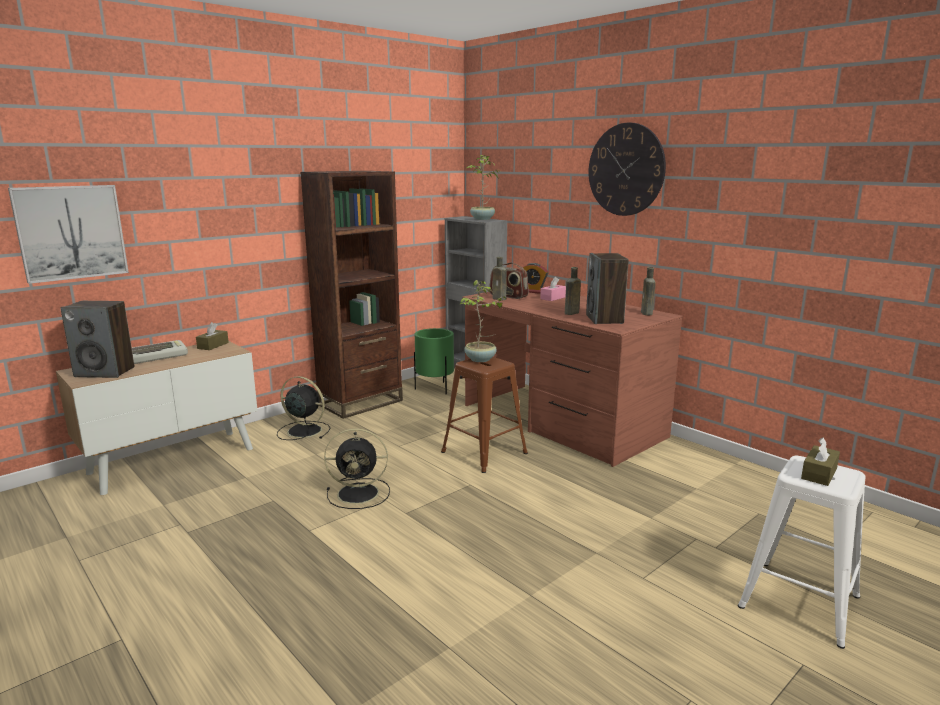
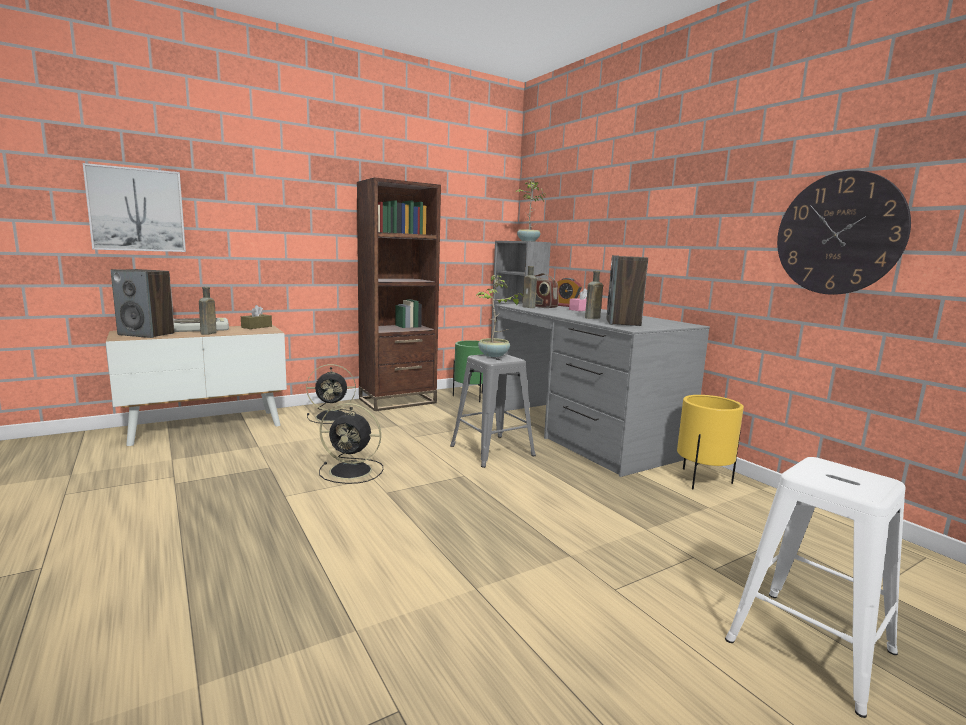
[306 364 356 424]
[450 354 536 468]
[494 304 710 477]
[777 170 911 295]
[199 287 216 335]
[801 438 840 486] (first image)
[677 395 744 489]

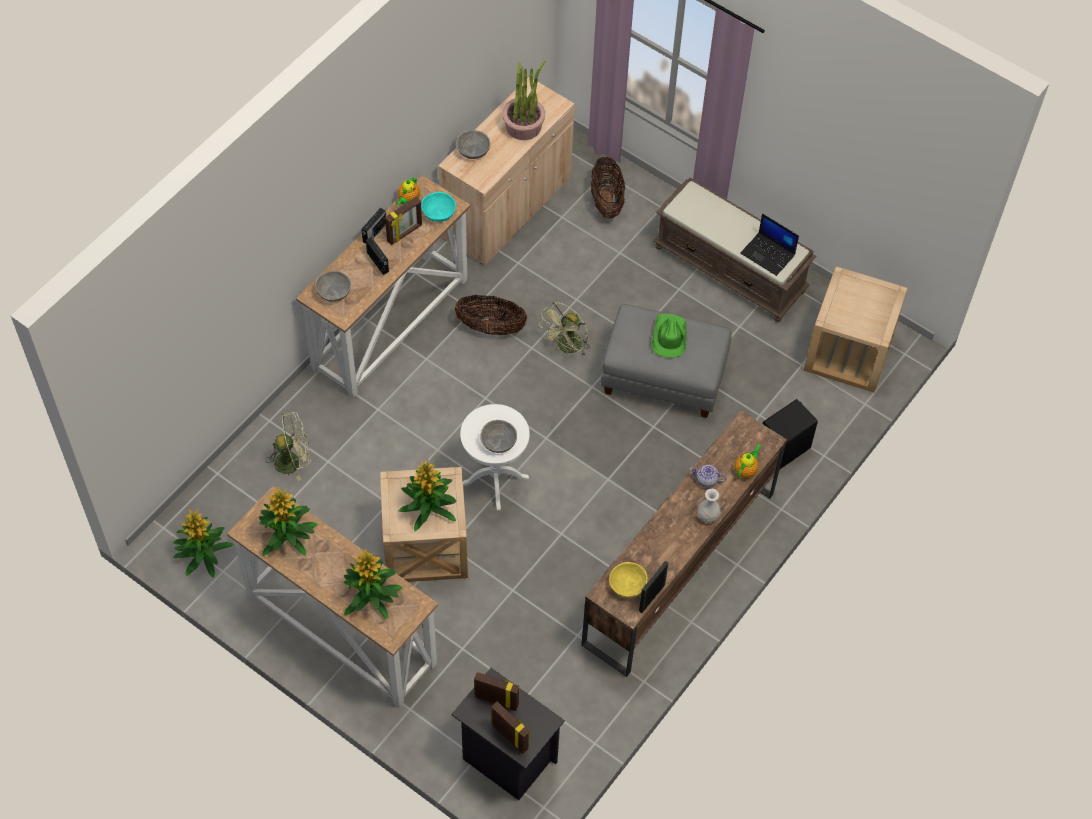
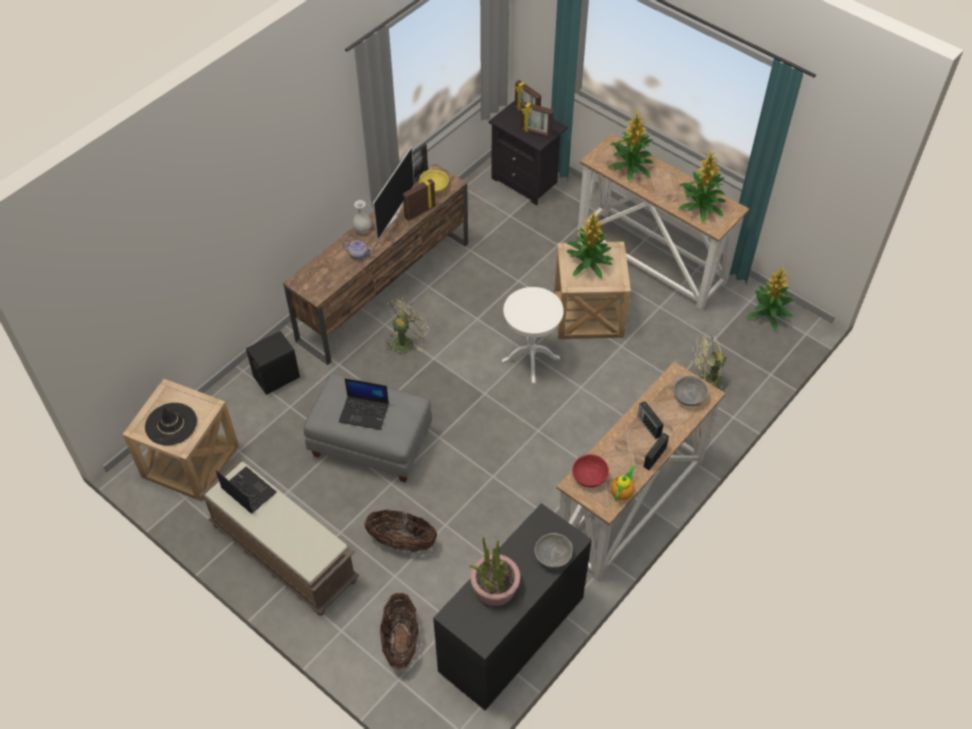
[403 179 436 221]
[572 454 609 487]
[433 503 592 711]
[364 510 437 552]
[480 420 517 453] (first image)
[385 296 427 354]
[339 378 389 430]
[735 444 761 478] (first image)
[145 403 197 446]
[373 147 414 241]

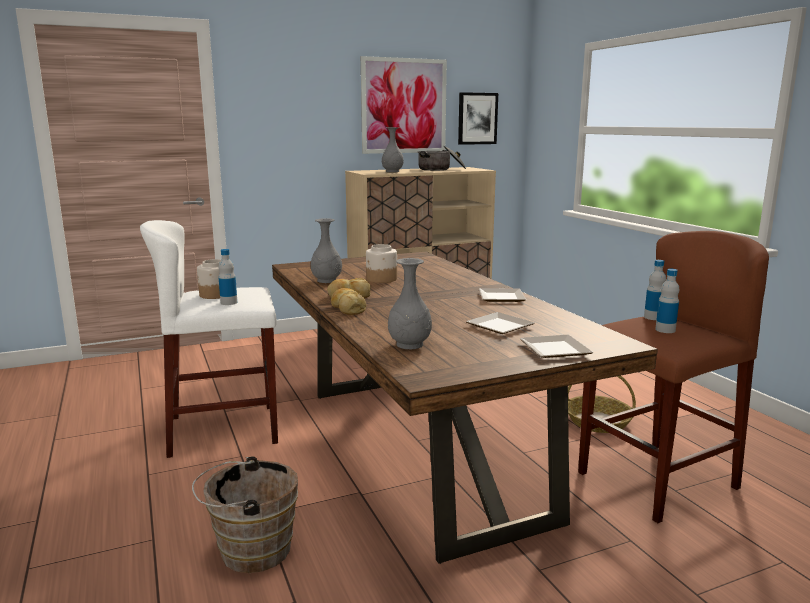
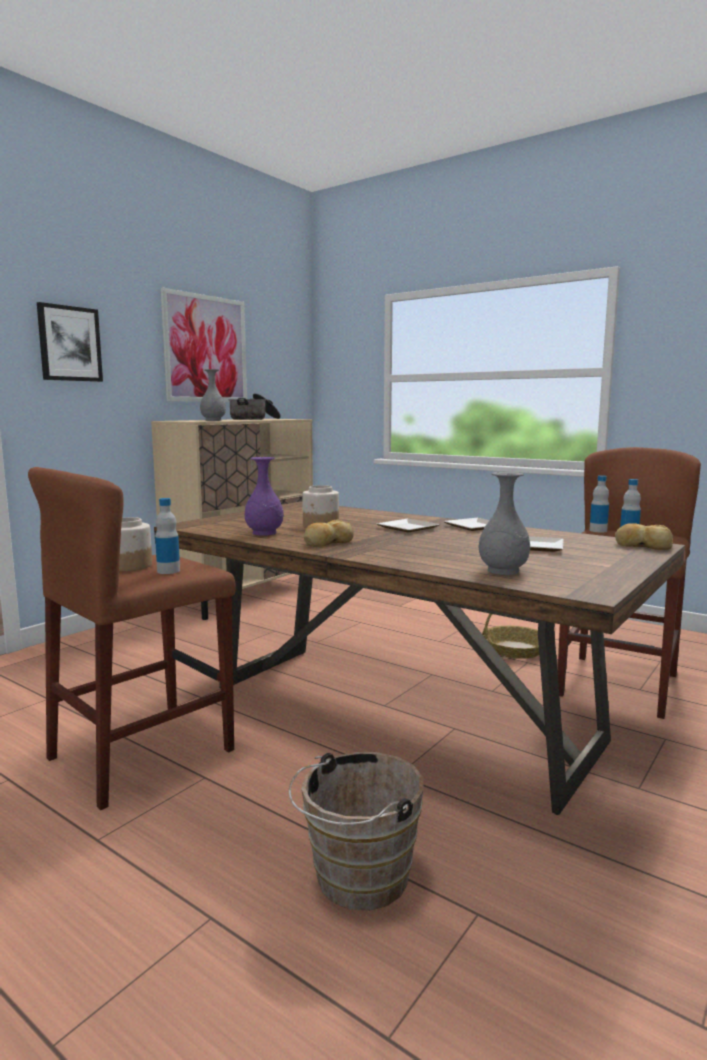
[28 467 236 810]
[245 457 284 536]
[615 523 673 550]
[37 302 103 382]
[377 519 440 533]

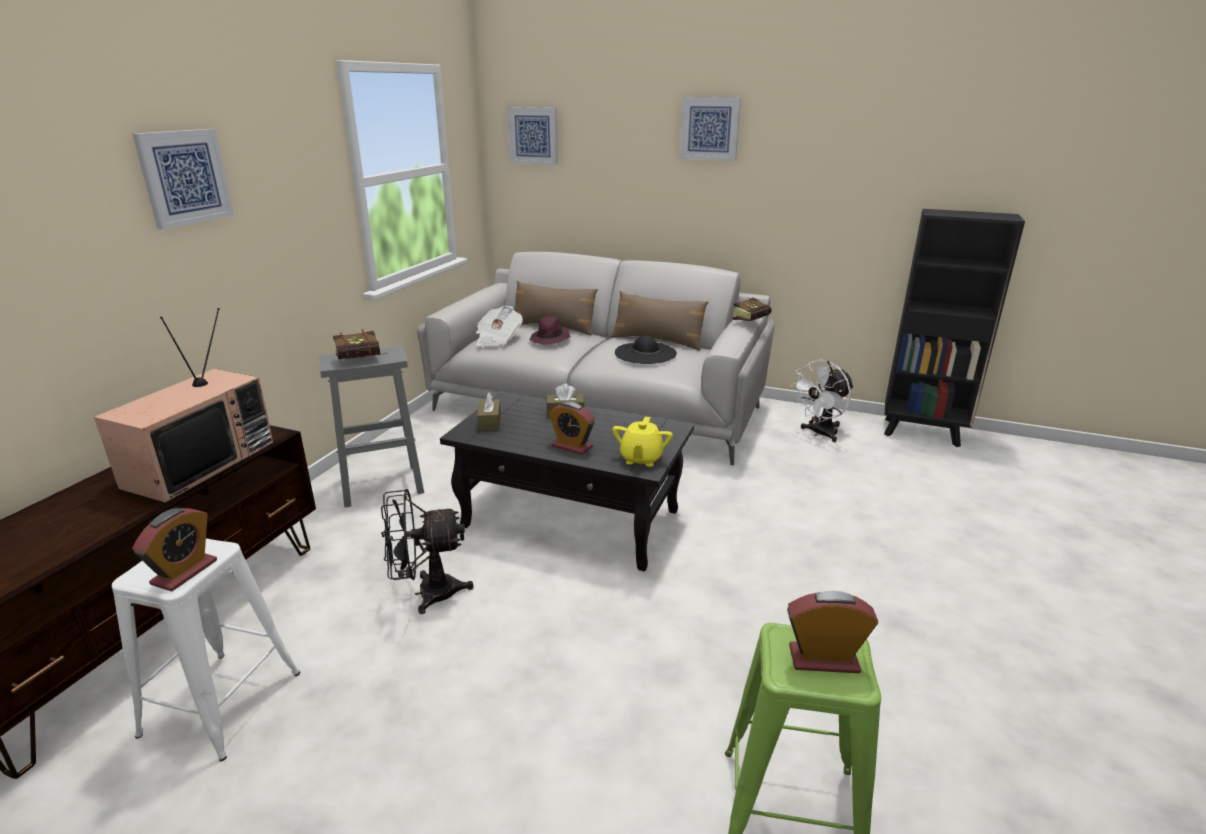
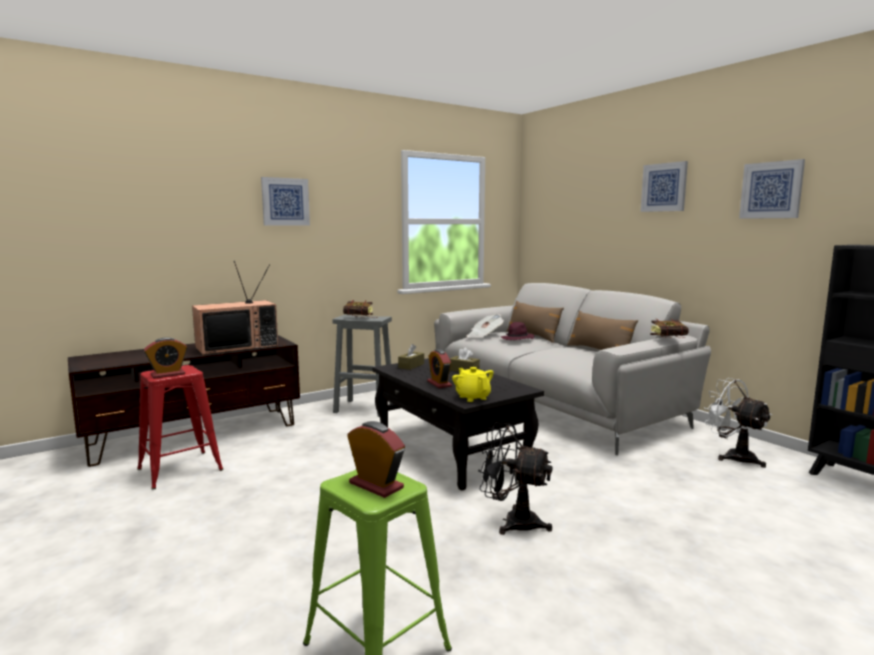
[137 365 223 490]
[478 422 552 535]
[739 159 805 219]
[452 367 493 402]
[615 335 677 364] (first image)
[704 378 772 468]

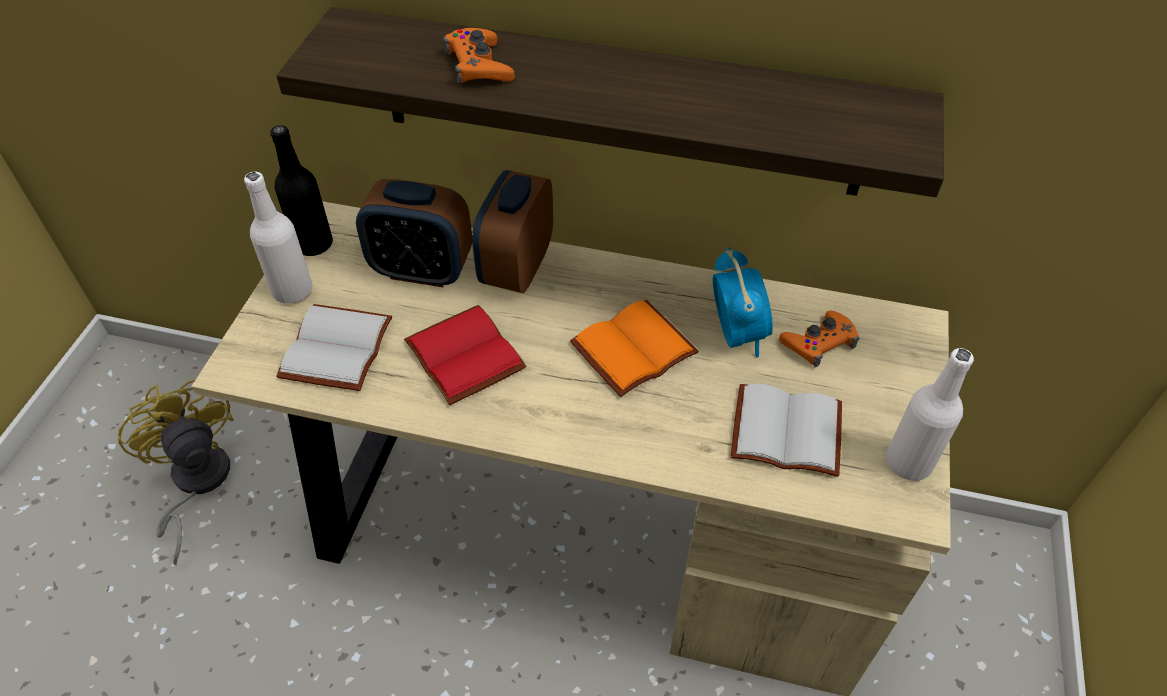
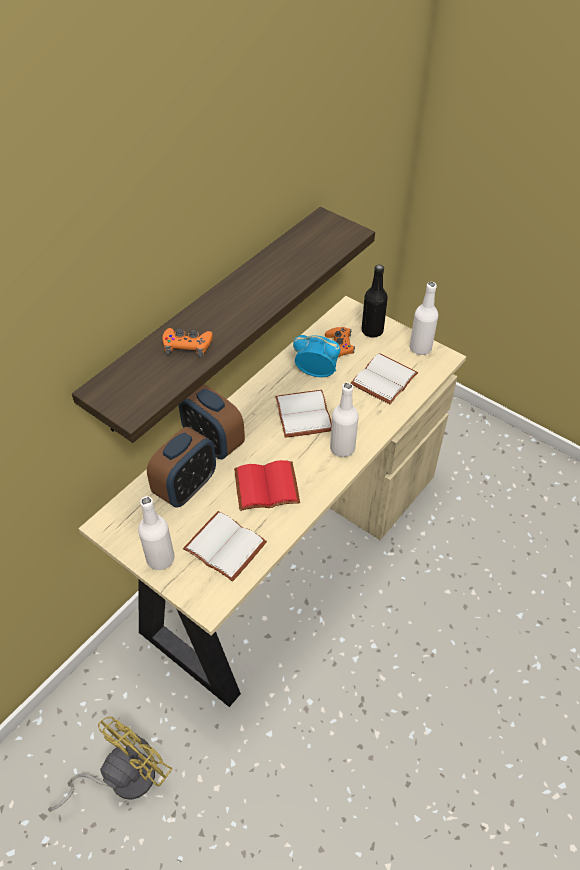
[48 717 172 812]
[362 265 388 338]
[275 390 332 438]
[330 383 359 457]

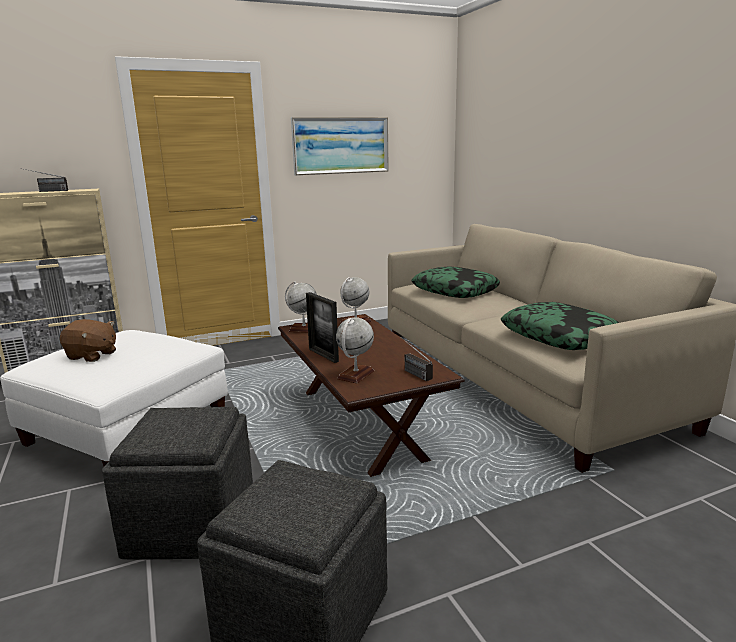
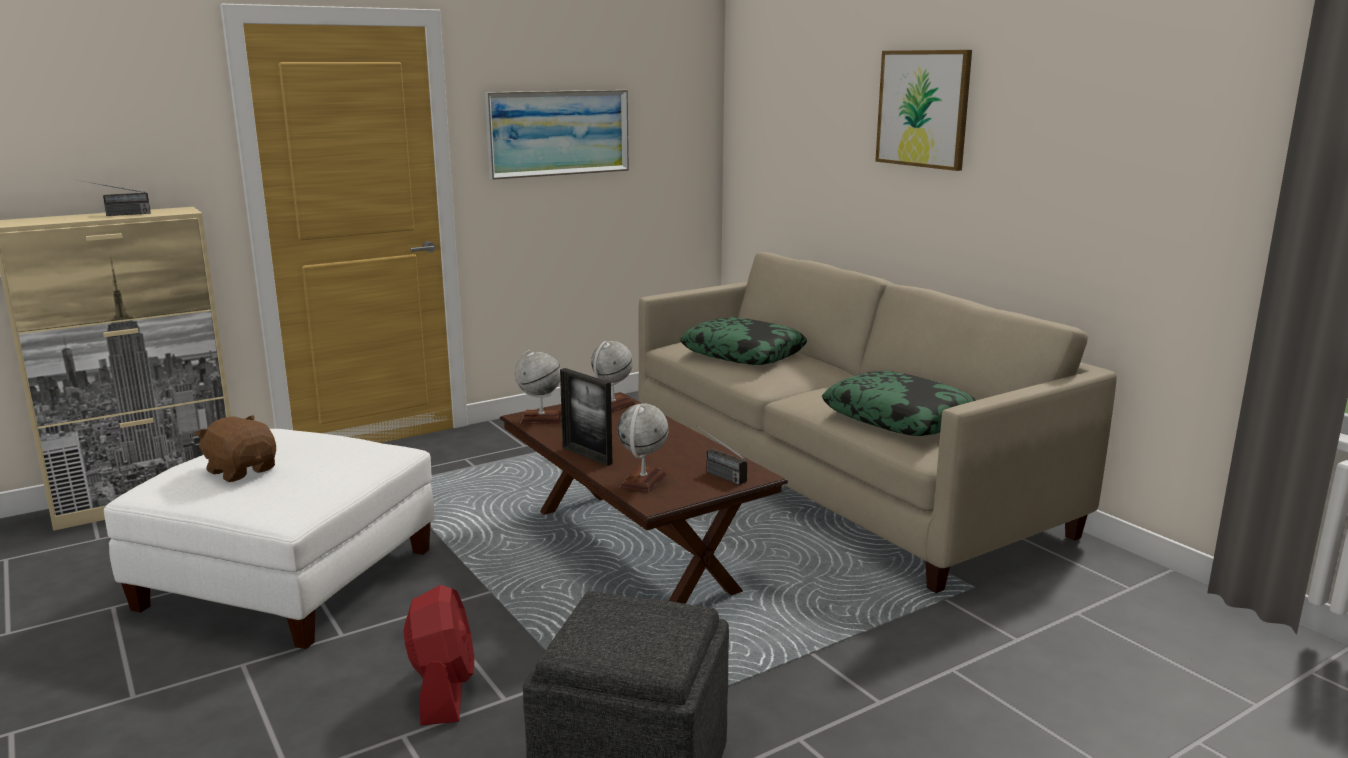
[194 415 276 482]
[404 585 474 725]
[875 50 972 171]

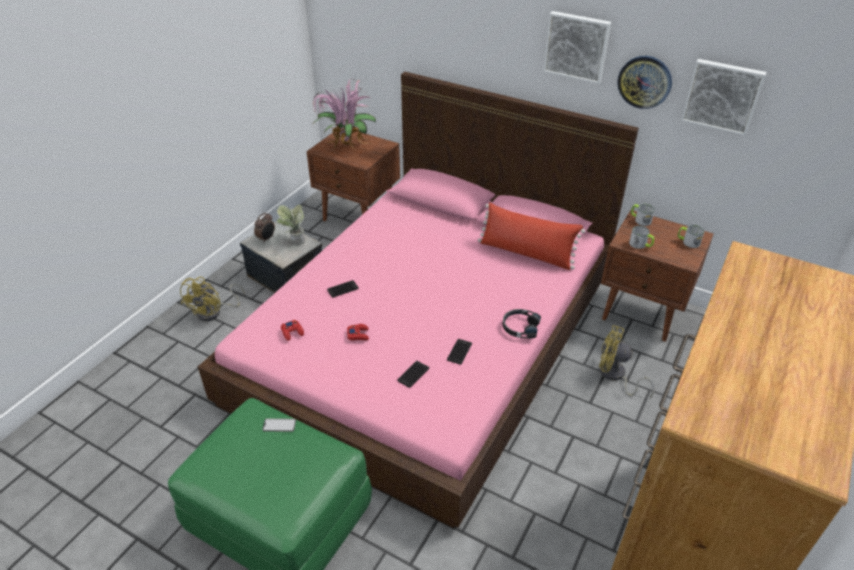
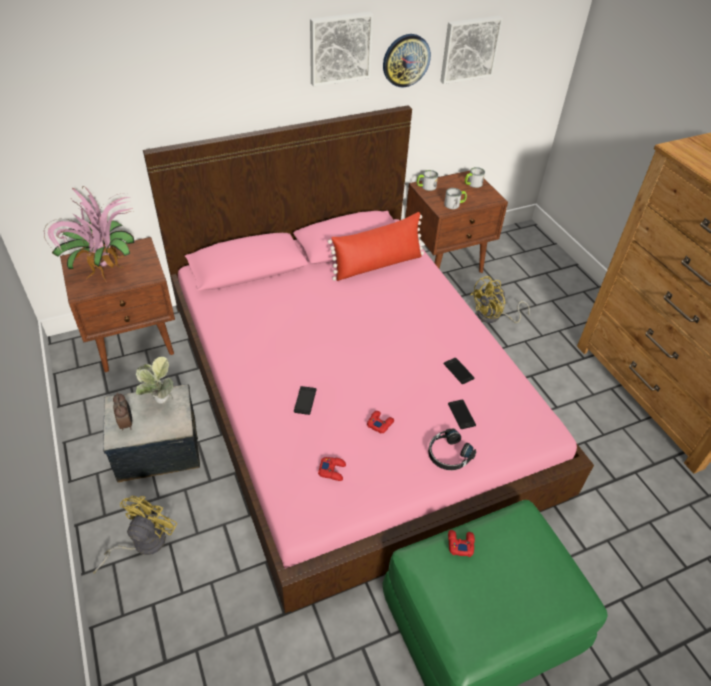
[93 496 178 574]
[448 530 475 557]
[428 429 477 470]

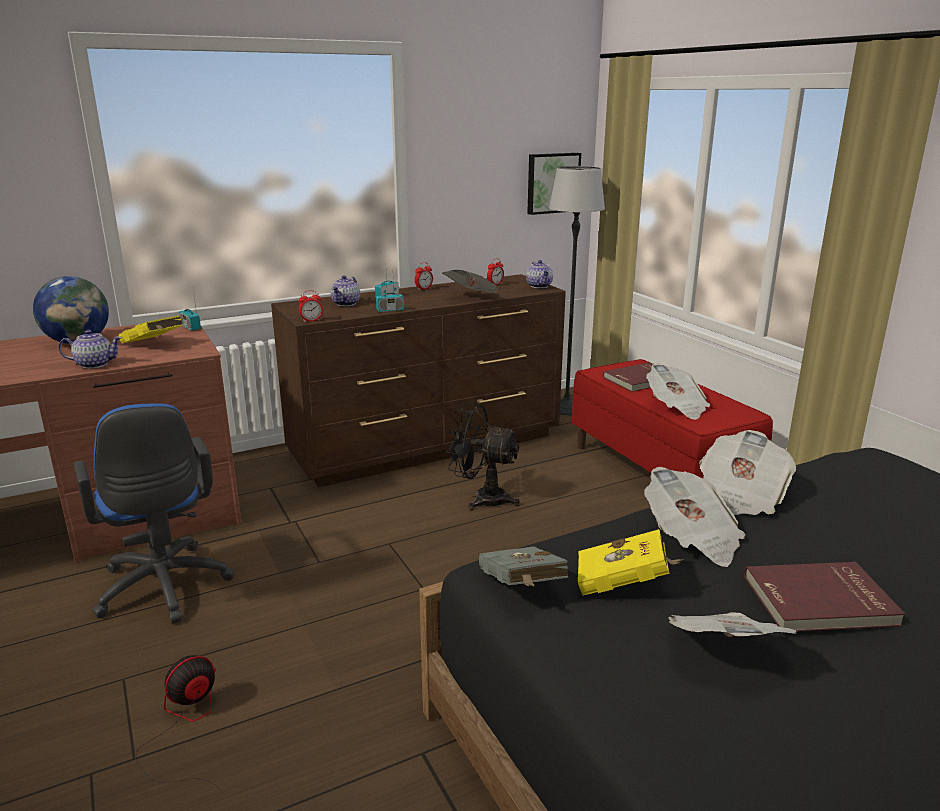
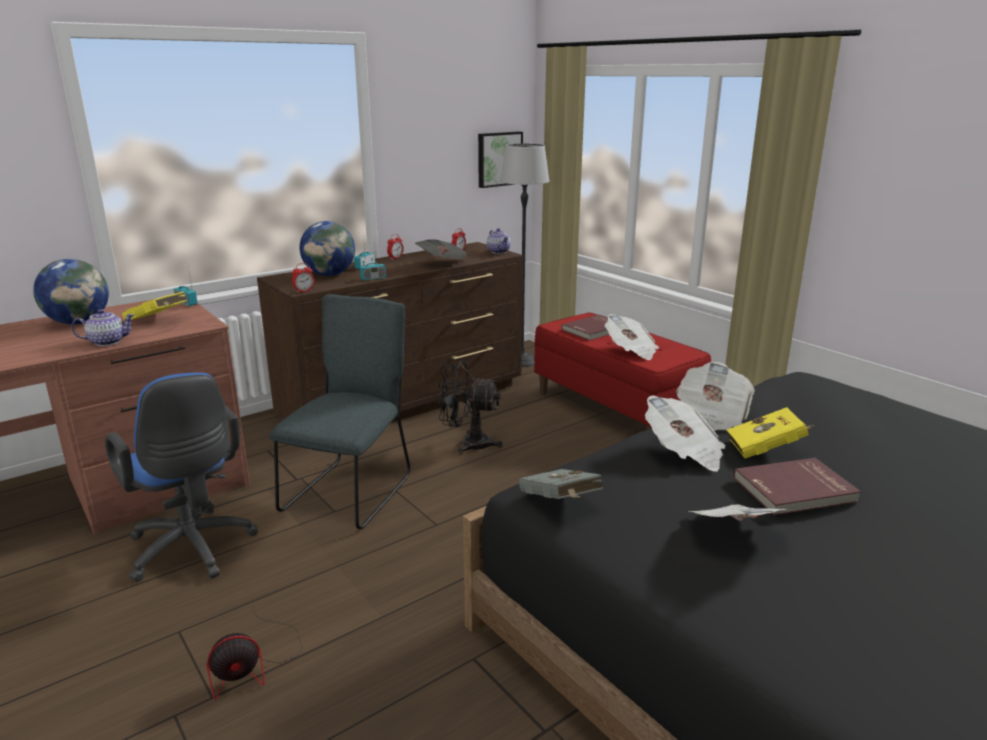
[207 607 302 700]
[300 221 355 276]
[727 407 814 458]
[269 294 410 529]

